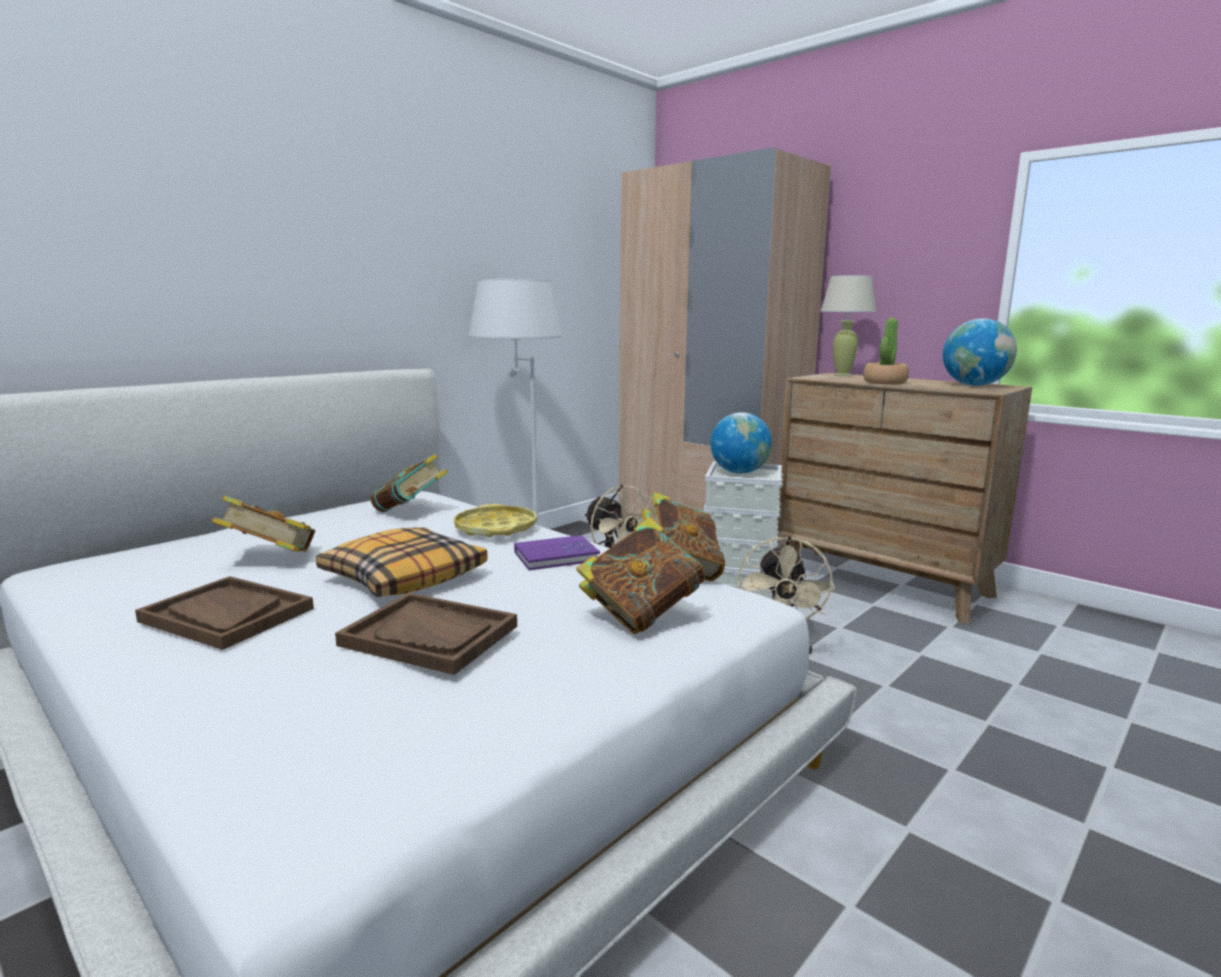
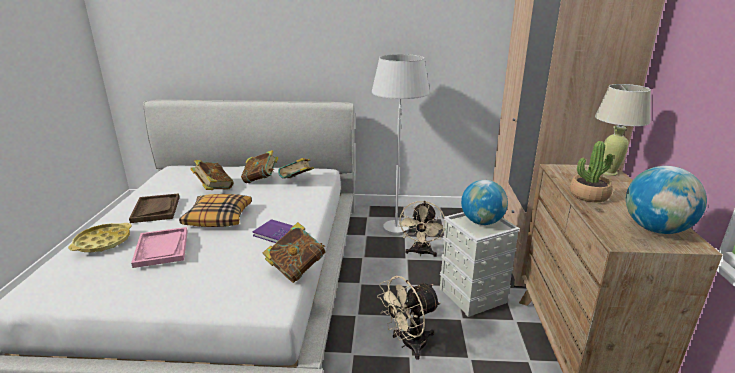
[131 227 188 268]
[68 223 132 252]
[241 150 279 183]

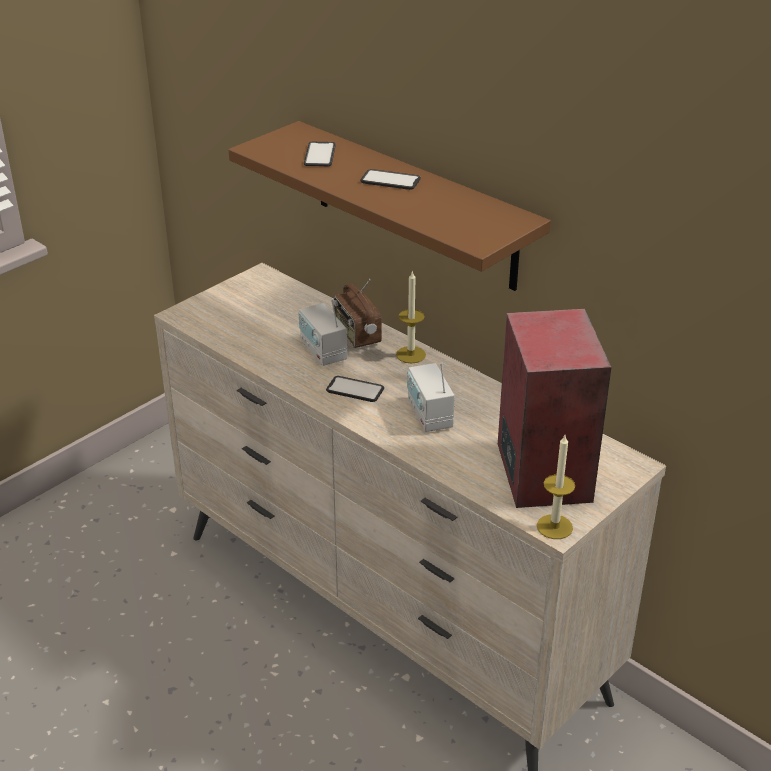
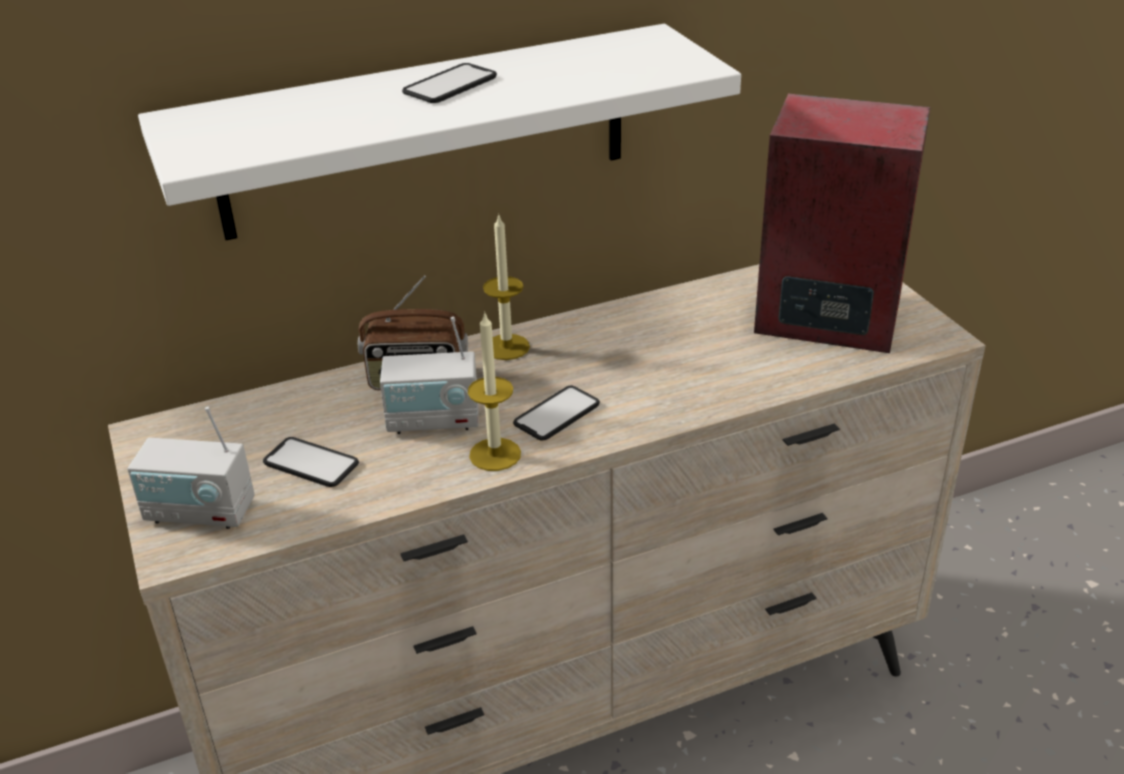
[138 24 741 240]
[263 437 359 487]
[127 407 255 529]
[468 311 521 471]

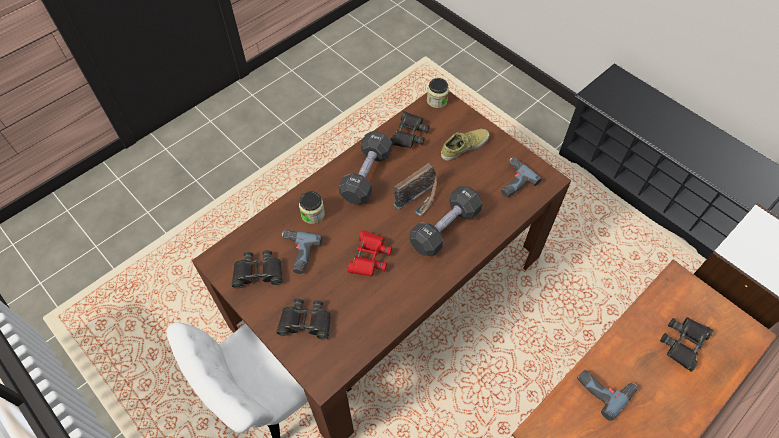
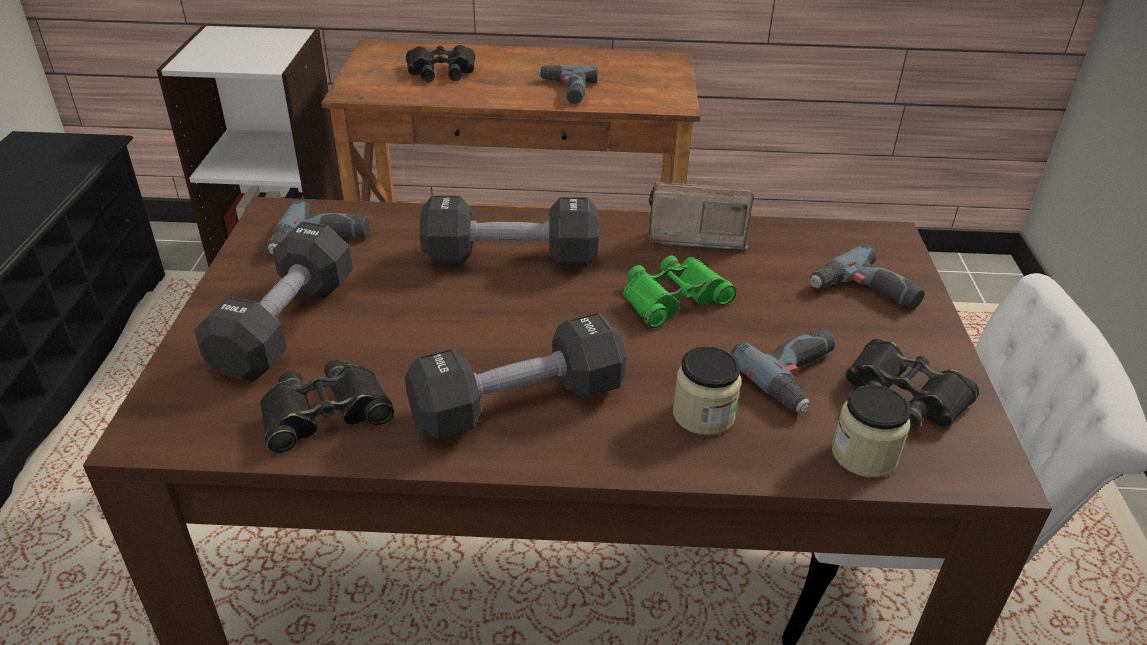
[810 244 925 309]
[623 256 737 328]
[648 182 754 249]
[832 385 911 478]
[194 221 353 382]

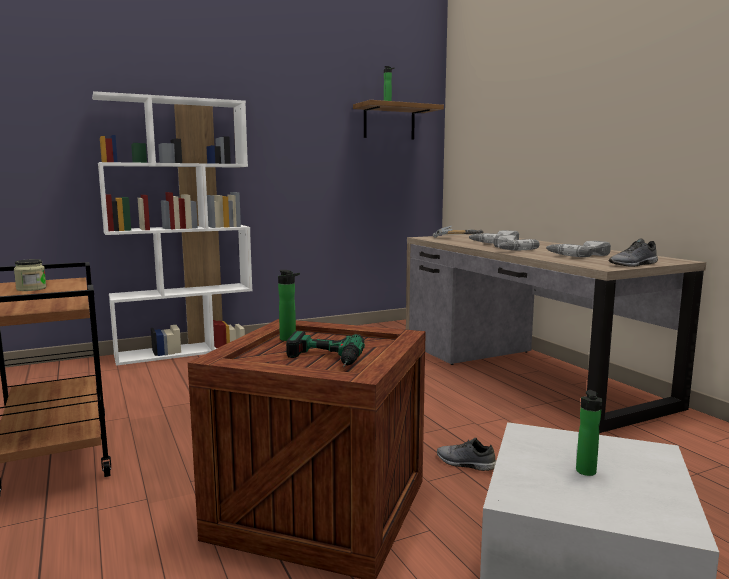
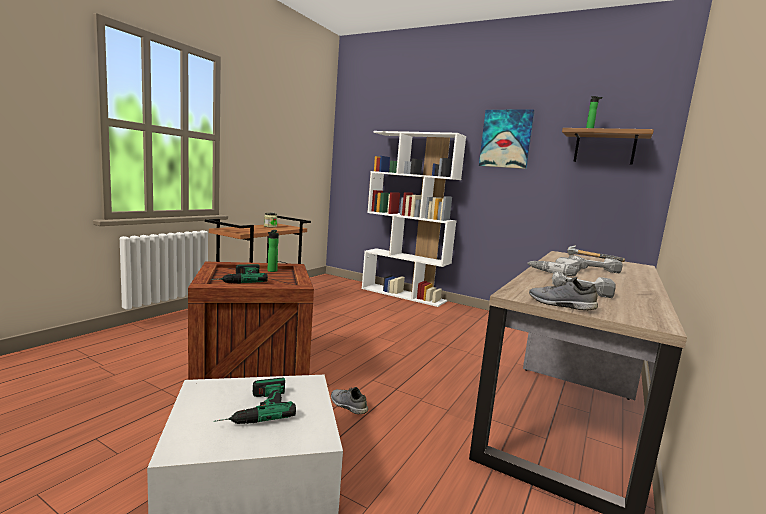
[331 387 368 414]
[214 377 296 424]
[479 110 535 169]

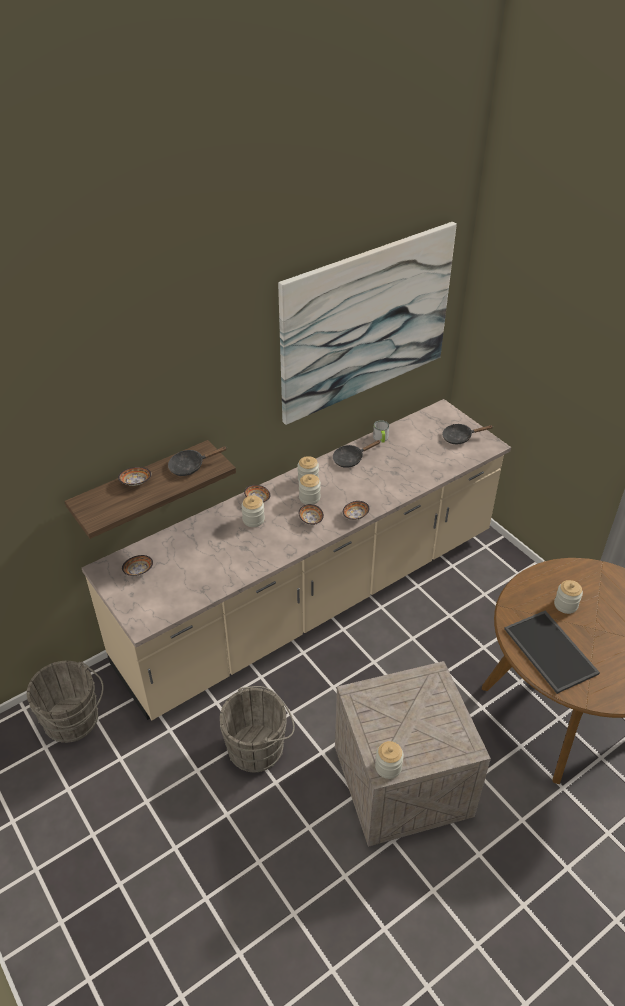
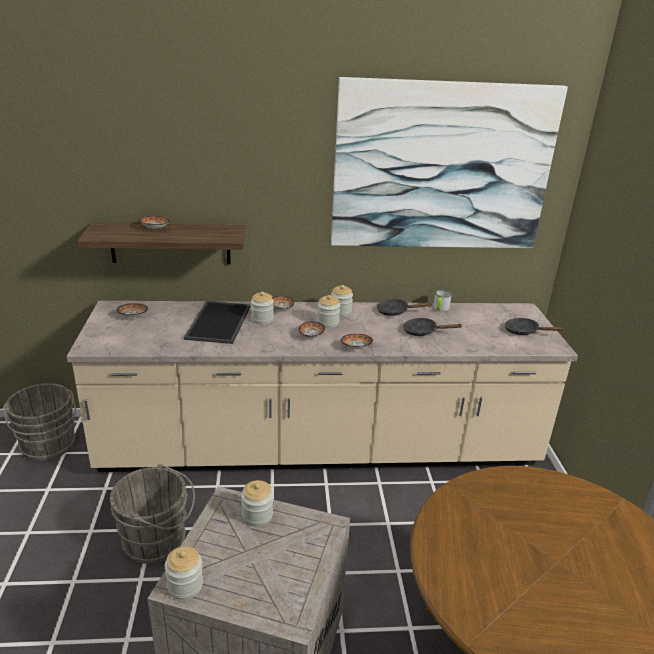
[403 318 462 336]
[184 301 251 344]
[241 480 273 526]

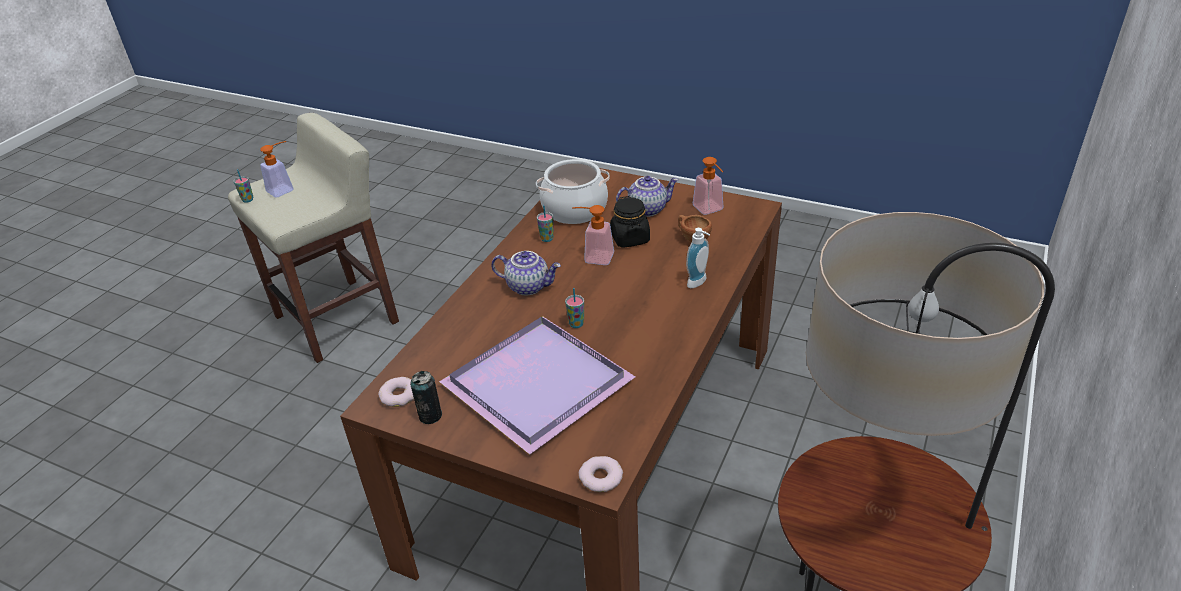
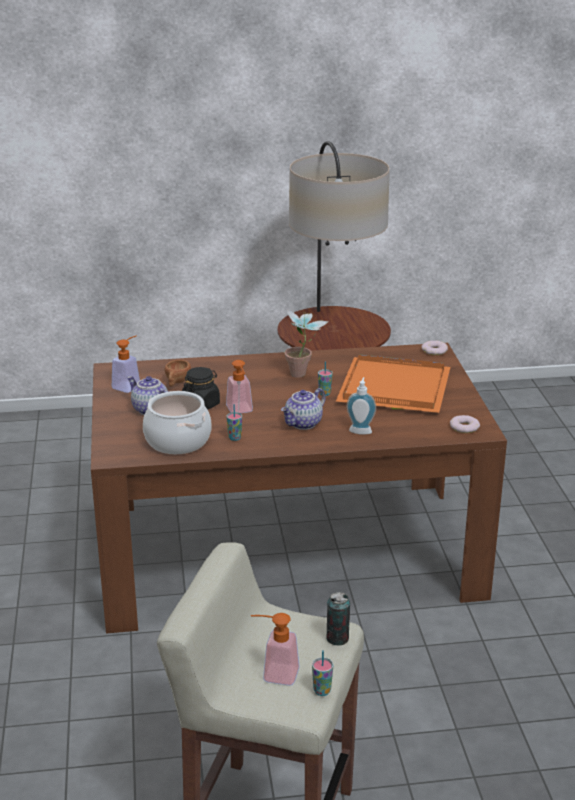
[326 592 350 645]
[336 354 450 413]
[281 388 326 430]
[347 377 376 435]
[284 309 329 378]

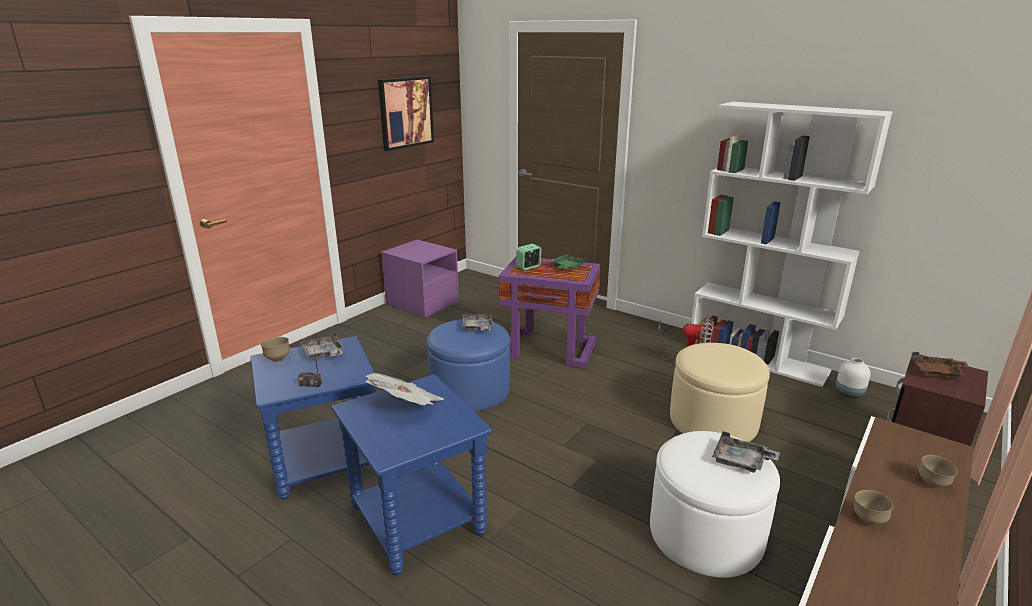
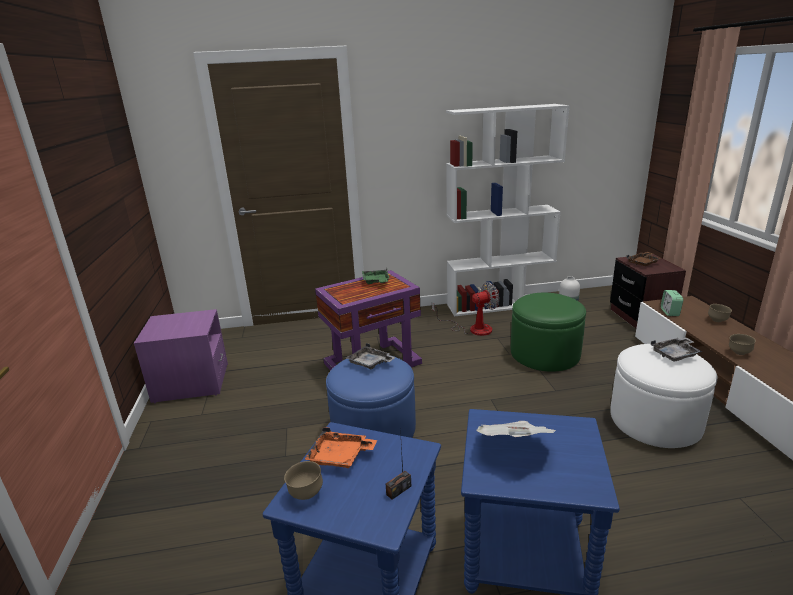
[304 427 377 468]
[378 76 434 151] (first image)
[661 290 683 316]
[511 293 586 372]

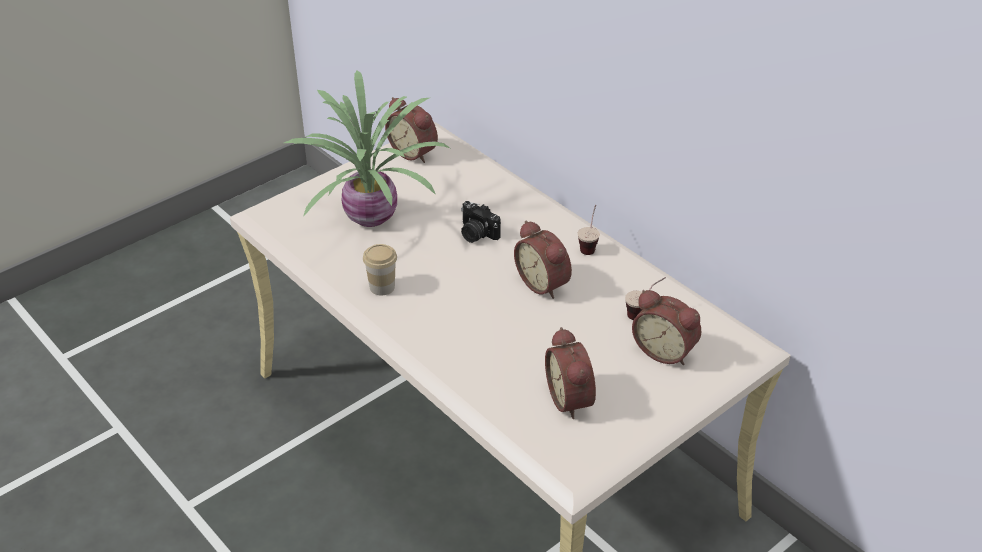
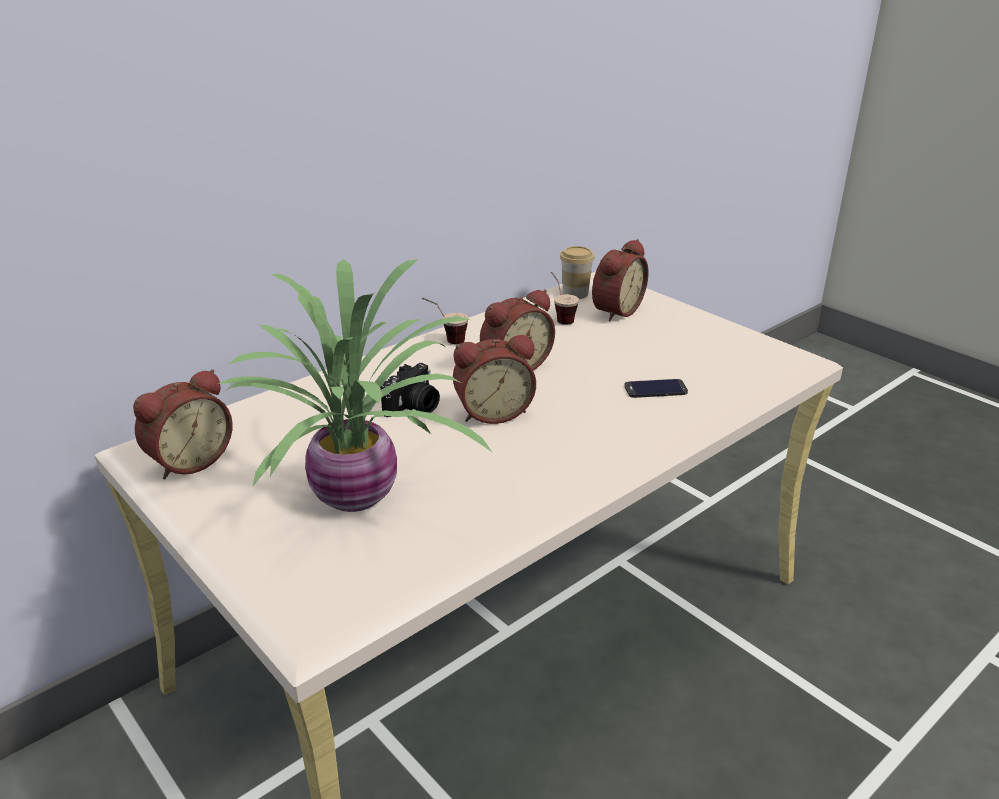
[560 246 595 299]
[453 335 536 424]
[624 379 688 398]

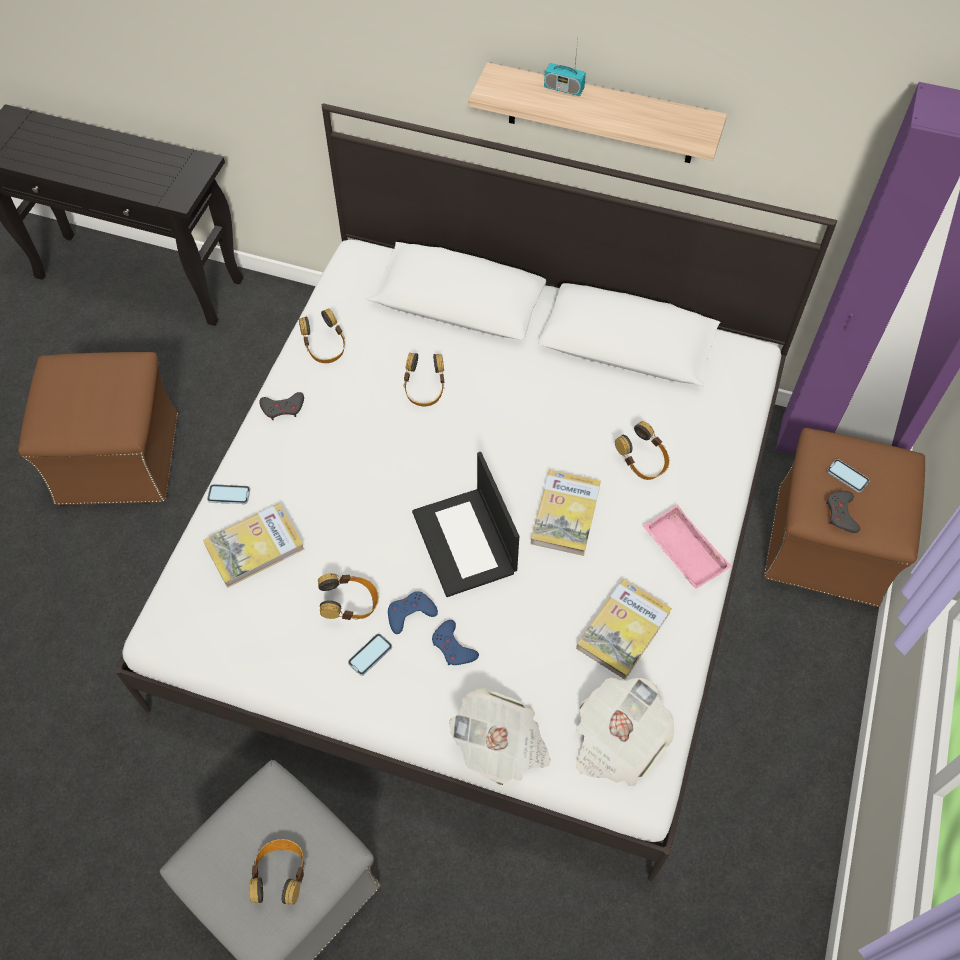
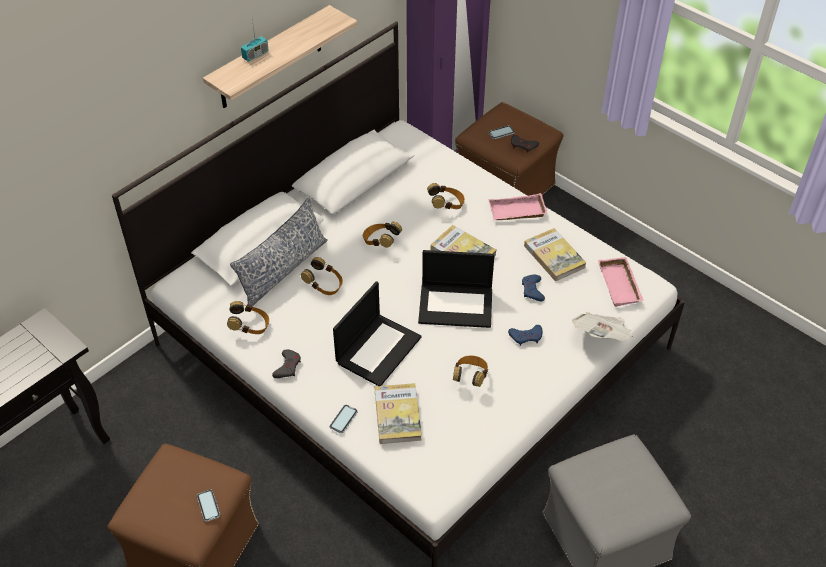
[363 222 402 247]
[197 490 220 522]
[522 275 545 301]
[598 257 644 307]
[230 198 328 306]
[333 281 421 386]

